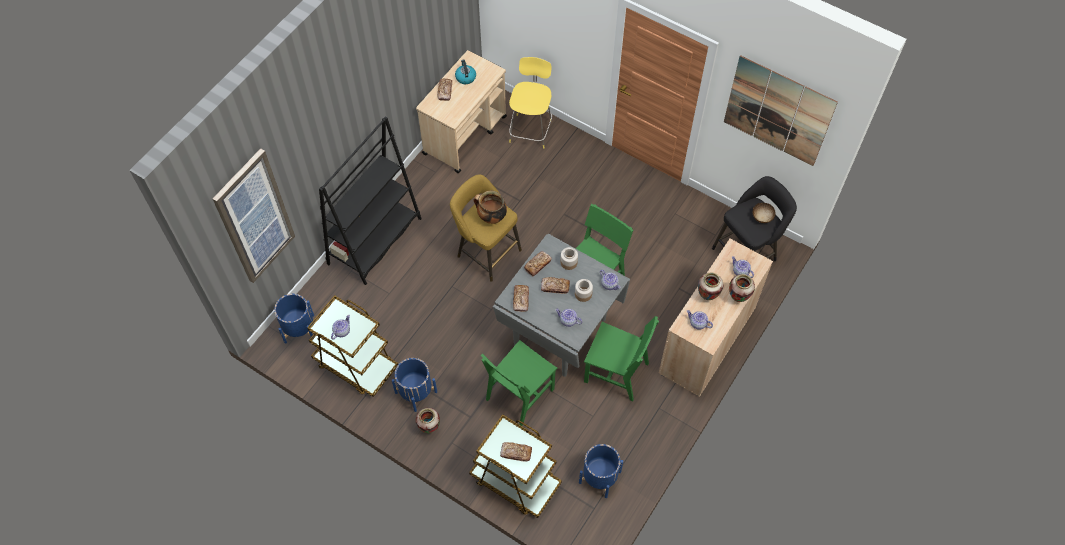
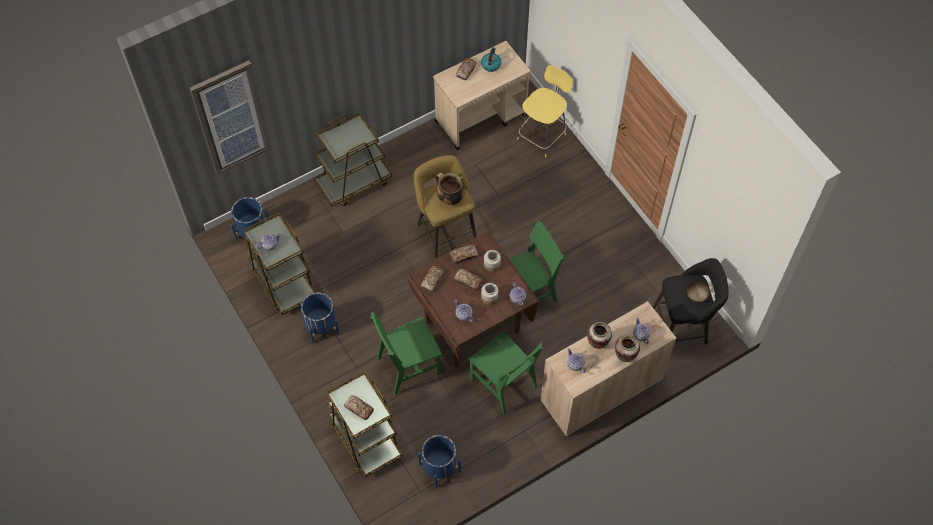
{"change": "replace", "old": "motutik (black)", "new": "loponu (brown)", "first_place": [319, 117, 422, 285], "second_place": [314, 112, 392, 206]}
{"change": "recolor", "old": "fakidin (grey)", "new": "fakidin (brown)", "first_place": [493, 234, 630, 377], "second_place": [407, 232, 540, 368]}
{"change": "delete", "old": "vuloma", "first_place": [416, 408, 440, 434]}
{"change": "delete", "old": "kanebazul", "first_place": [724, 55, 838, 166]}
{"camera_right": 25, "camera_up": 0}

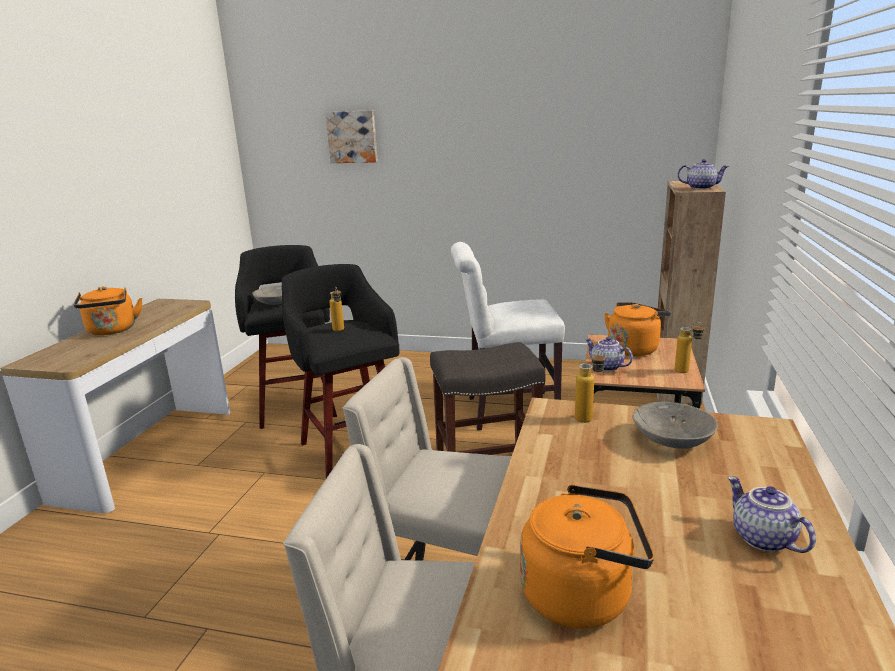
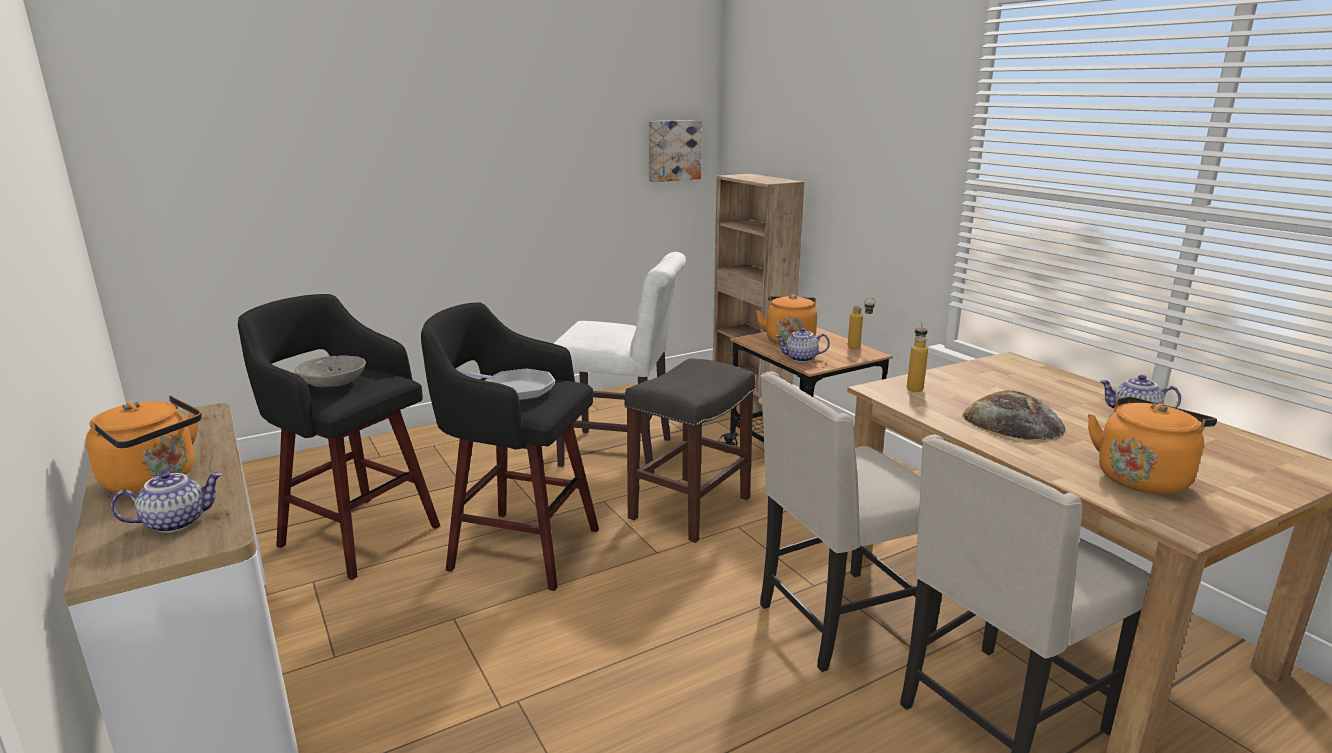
{"change": "move", "old": "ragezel", "first_place": [677, 159, 729, 189], "second_place": [111, 471, 223, 533]}
{"change": "replace", "old": "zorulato", "new": "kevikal", "first_place": [330, 287, 344, 331], "second_place": [459, 368, 555, 401]}
{"change": "rotate", "old": "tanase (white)", "first_place": [451, 242, 565, 430], "second_place": [553, 252, 686, 474], "degrees": -120}
{"change": "move", "old": "kanebazul", "first_place": [325, 110, 378, 163], "second_place": [649, 120, 702, 182]}
{"change": "insert", "new": "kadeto", "second_place": [962, 390, 1066, 440]}
{"change": "delete", "old": "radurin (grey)", "first_place": [632, 402, 718, 449]}
{"camera_right": -45, "camera_up": 0}

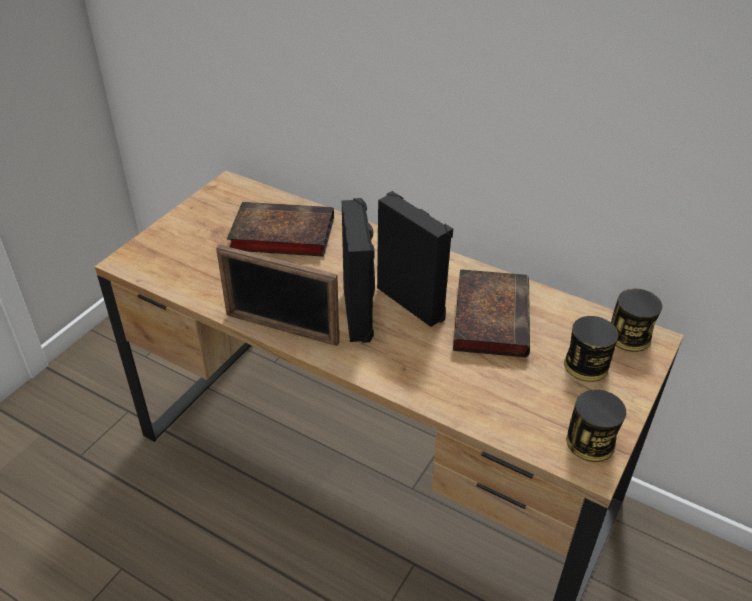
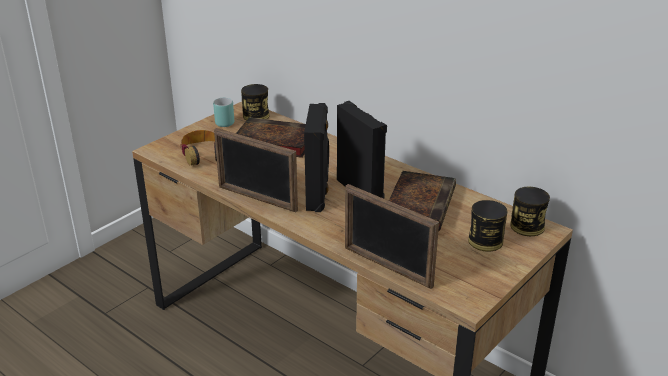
{"change": "insert", "new": "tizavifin", "second_place": [181, 130, 217, 165]}
{"change": "insert", "new": "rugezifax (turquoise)", "second_place": [213, 98, 234, 127]}
{"change": "move", "old": "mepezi", "first_place": [567, 389, 626, 462], "second_place": [241, 84, 269, 120]}
{"change": "insert", "new": "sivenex", "second_place": [345, 184, 439, 289]}
{"camera_right": 10, "camera_up": -10}

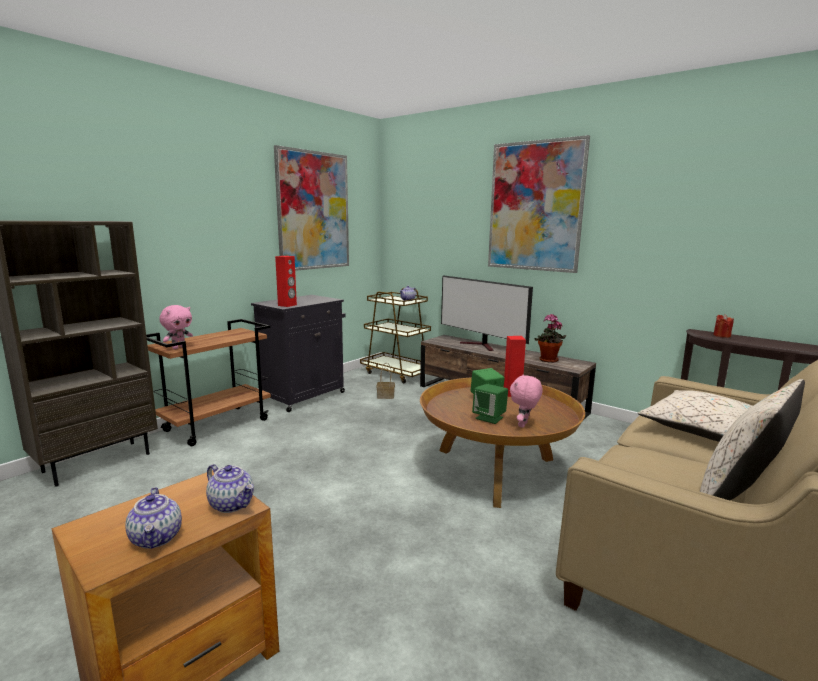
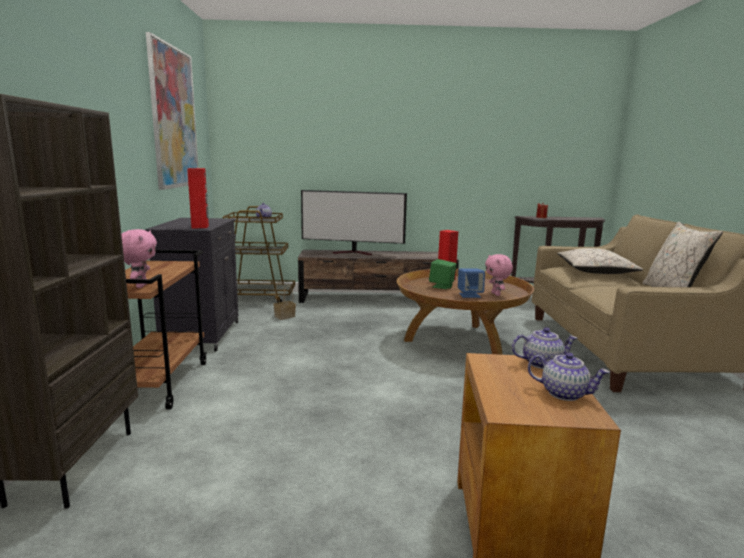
{"change": "recolor", "old": "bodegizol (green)", "new": "bodegizol (blue)", "first_place": [472, 384, 508, 424], "second_place": [458, 268, 485, 298]}
{"change": "delete", "old": "kanebazul", "first_place": [488, 135, 590, 273]}
{"change": "delete", "old": "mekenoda", "first_place": [535, 314, 566, 363]}
{"camera_right": -40, "camera_up": 0}

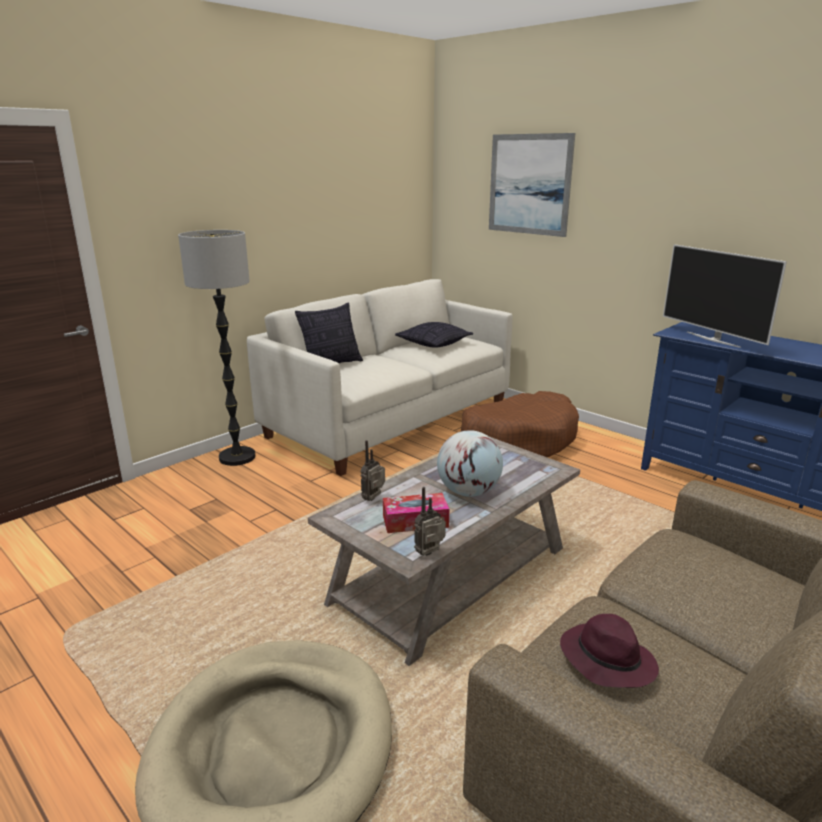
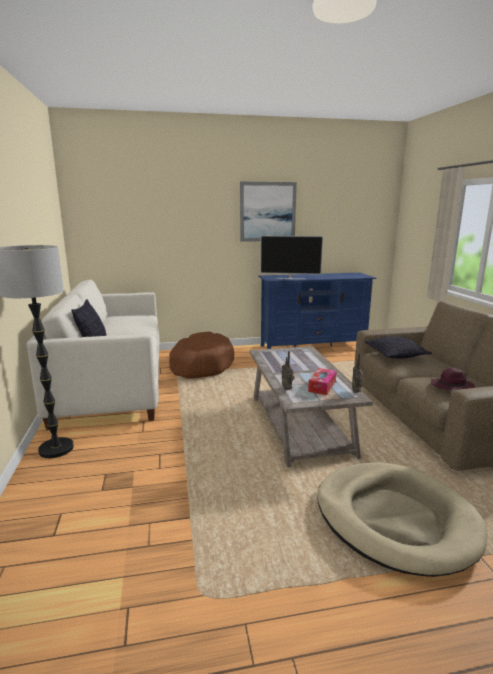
{"change": "move", "old": "kanebazul", "first_place": [489, 133, 575, 237], "second_place": [240, 182, 297, 242]}
{"change": "move", "old": "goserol", "first_place": [395, 322, 473, 348], "second_place": [364, 336, 432, 358]}
{"change": "delete", "old": "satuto", "first_place": [437, 430, 503, 497]}
{"camera_right": -55, "camera_up": -5}

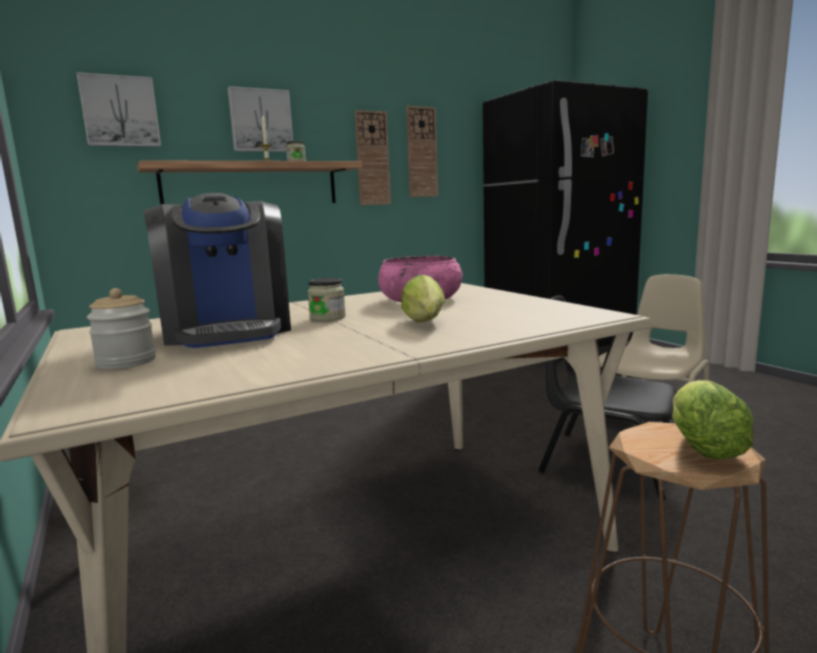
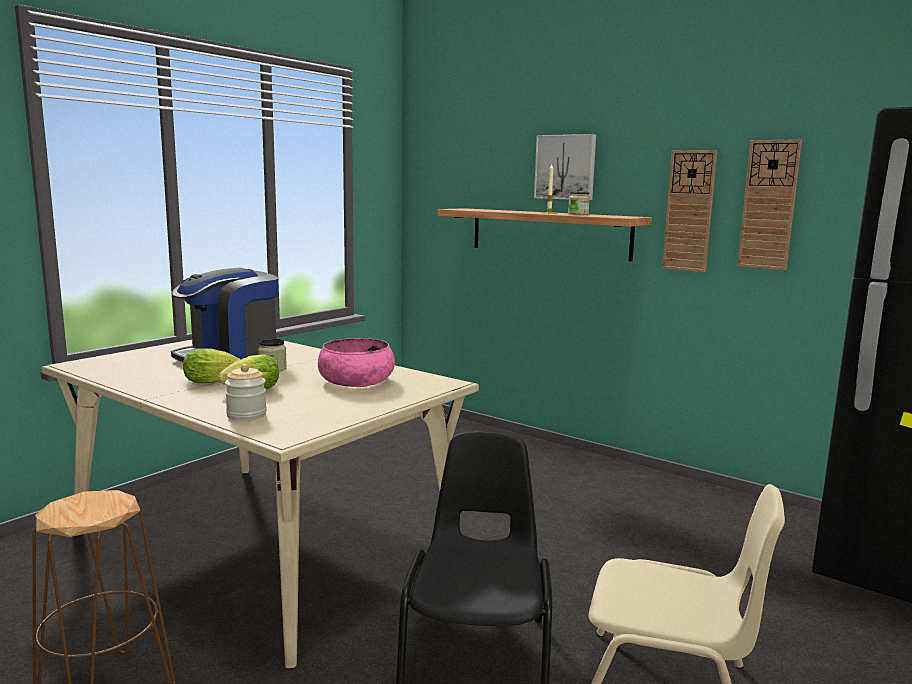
{"change": "move", "old": "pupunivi", "first_place": [672, 380, 754, 459], "second_place": [183, 348, 241, 383]}
{"change": "move", "old": "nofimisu", "first_place": [87, 288, 156, 369], "second_place": [225, 364, 267, 421]}
{"change": "delete", "old": "kanebazul", "first_place": [76, 72, 161, 147]}
{"camera_right": 65, "camera_up": 0}

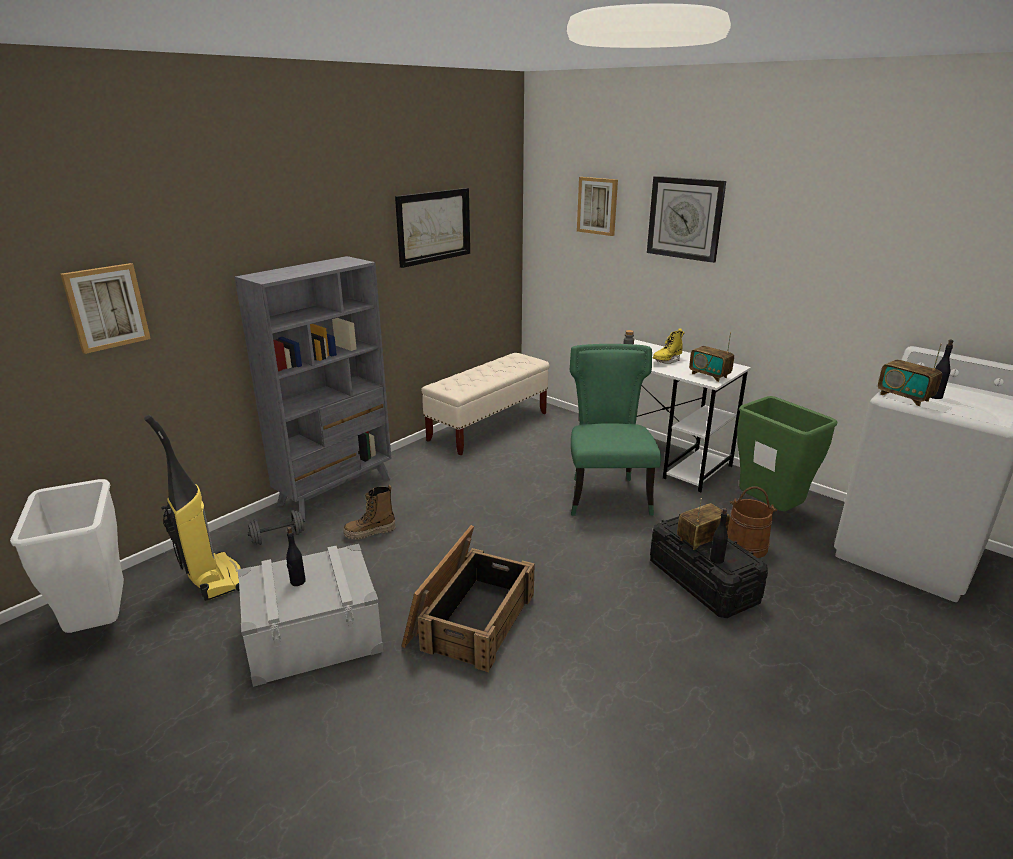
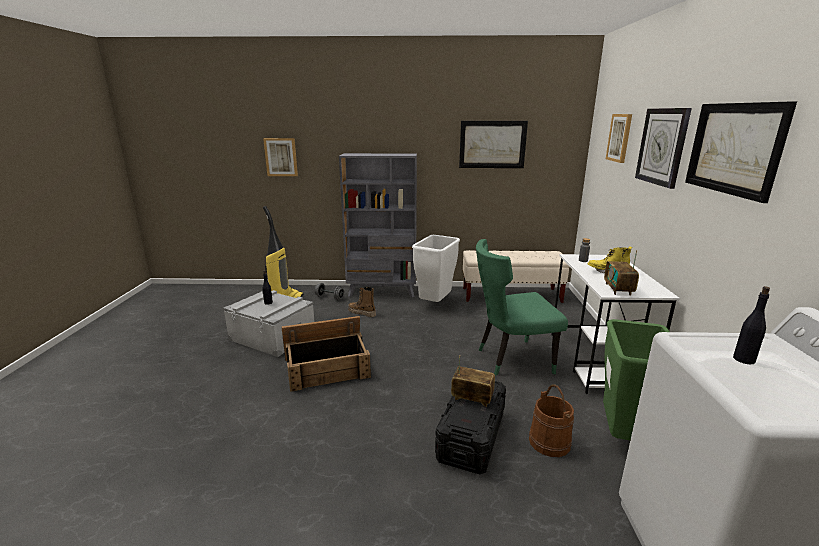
{"change": "move", "old": "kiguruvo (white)", "first_place": [10, 479, 124, 633], "second_place": [412, 235, 460, 302]}
{"change": "rotate", "old": "tanase (green)", "first_place": [570, 344, 661, 516], "second_place": [476, 239, 568, 375], "degrees": -150}
{"change": "insert", "new": "kanebazul", "second_place": [685, 101, 797, 203]}
{"change": "delete", "old": "zorulato (black)", "first_place": [710, 508, 728, 564]}
{"change": "delete", "old": "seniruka", "first_place": [878, 344, 942, 406]}
{"camera_right": 50, "camera_up": -5}

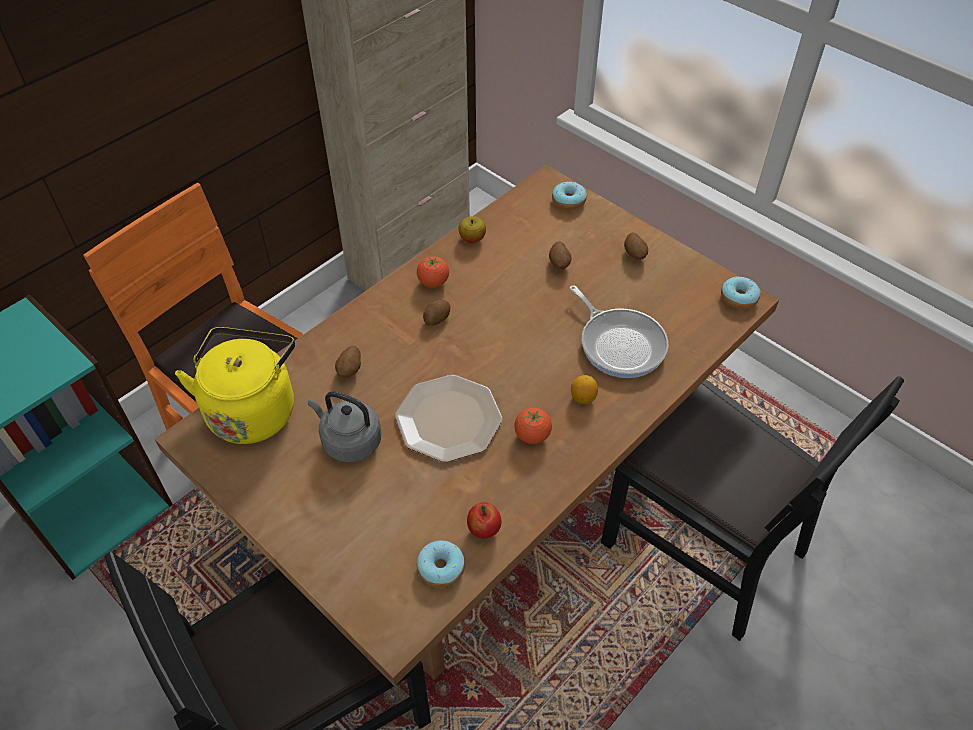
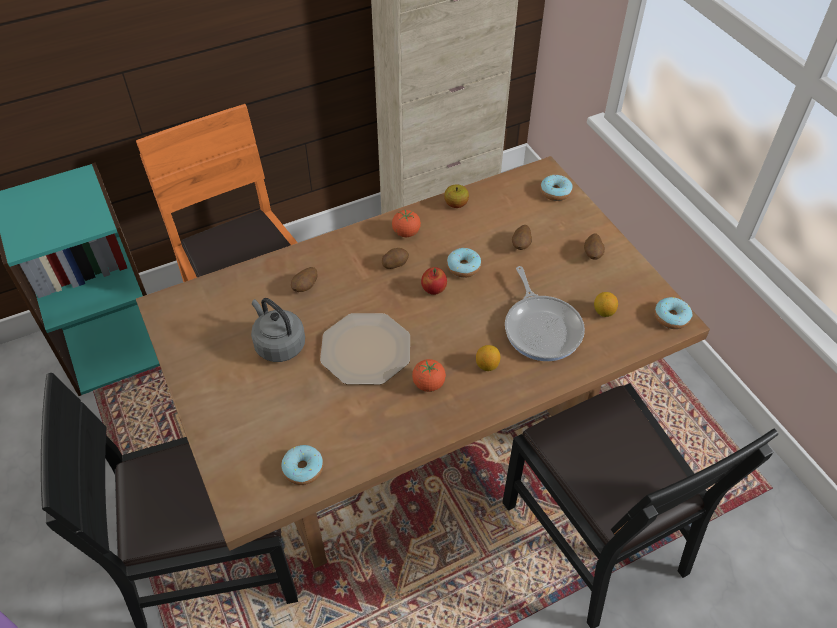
{"change": "move", "old": "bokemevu", "first_place": [467, 502, 502, 538], "second_place": [421, 267, 447, 295]}
{"change": "insert", "new": "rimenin", "second_place": [447, 248, 481, 278]}
{"change": "insert", "new": "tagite", "second_place": [594, 292, 618, 317]}
{"change": "delete", "old": "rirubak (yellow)", "first_place": [175, 327, 295, 444]}
{"camera_right": 20, "camera_up": 0}

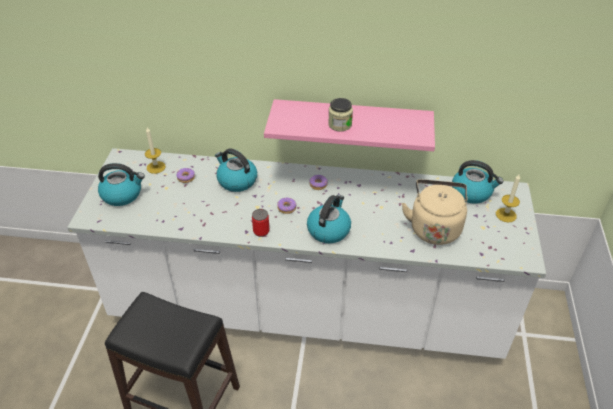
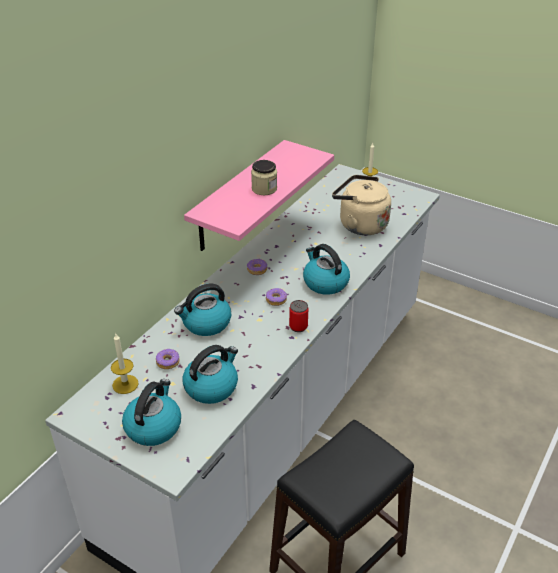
{"change": "move", "old": "rirubak", "first_place": [452, 160, 503, 204], "second_place": [183, 345, 238, 404]}
{"camera_right": -65, "camera_up": -5}

